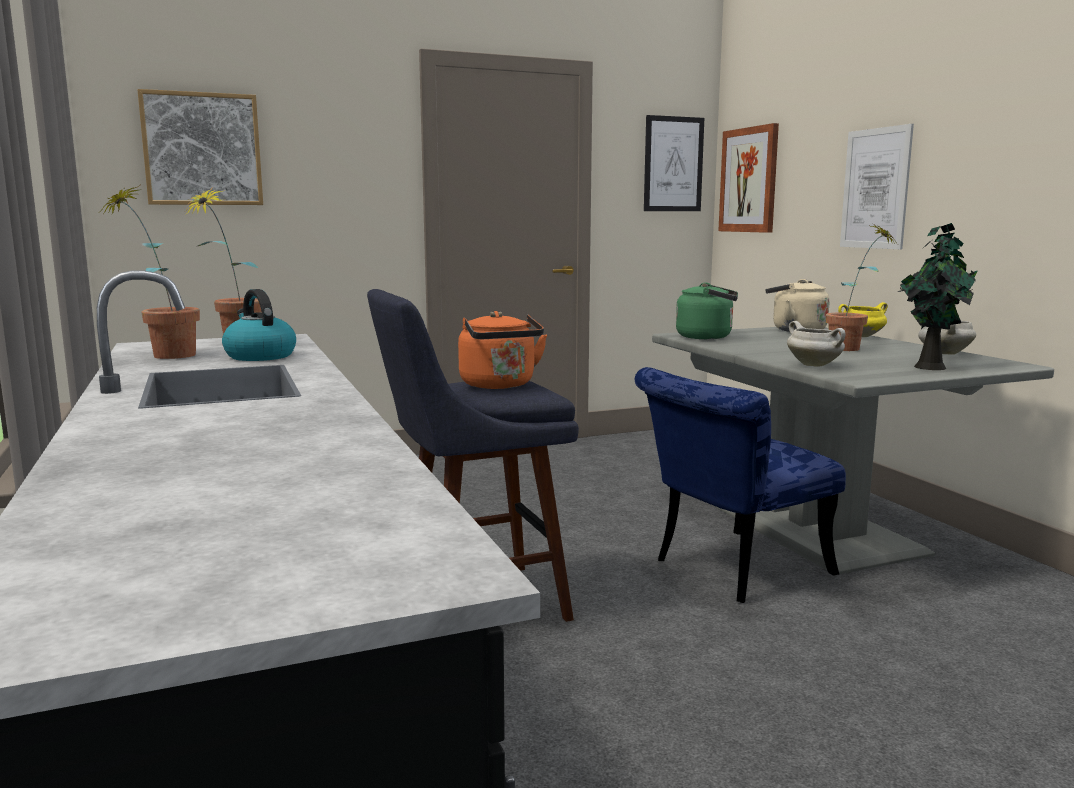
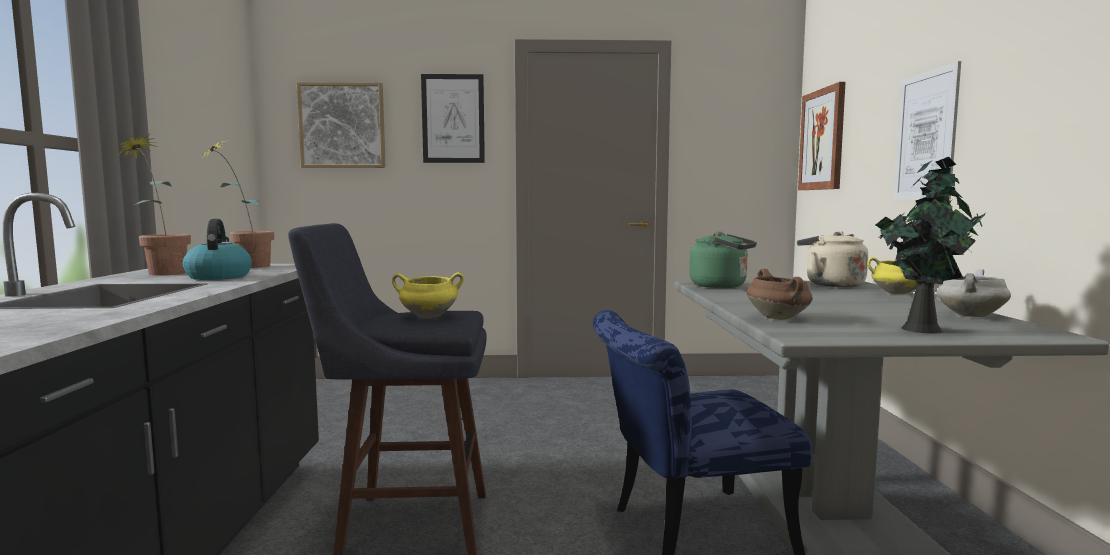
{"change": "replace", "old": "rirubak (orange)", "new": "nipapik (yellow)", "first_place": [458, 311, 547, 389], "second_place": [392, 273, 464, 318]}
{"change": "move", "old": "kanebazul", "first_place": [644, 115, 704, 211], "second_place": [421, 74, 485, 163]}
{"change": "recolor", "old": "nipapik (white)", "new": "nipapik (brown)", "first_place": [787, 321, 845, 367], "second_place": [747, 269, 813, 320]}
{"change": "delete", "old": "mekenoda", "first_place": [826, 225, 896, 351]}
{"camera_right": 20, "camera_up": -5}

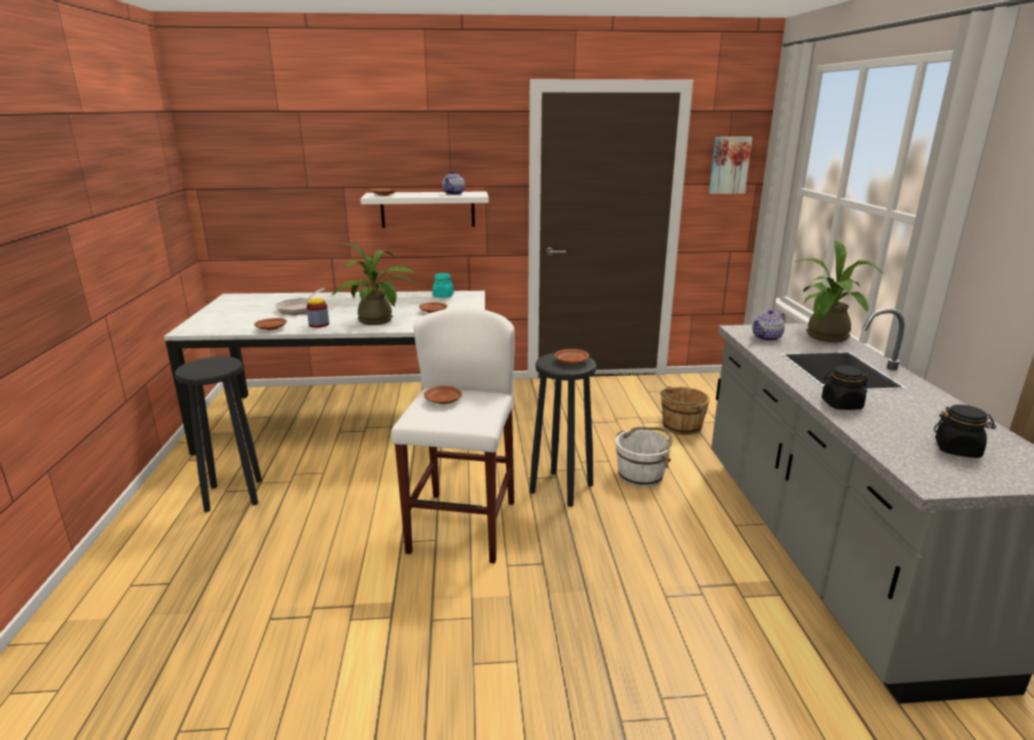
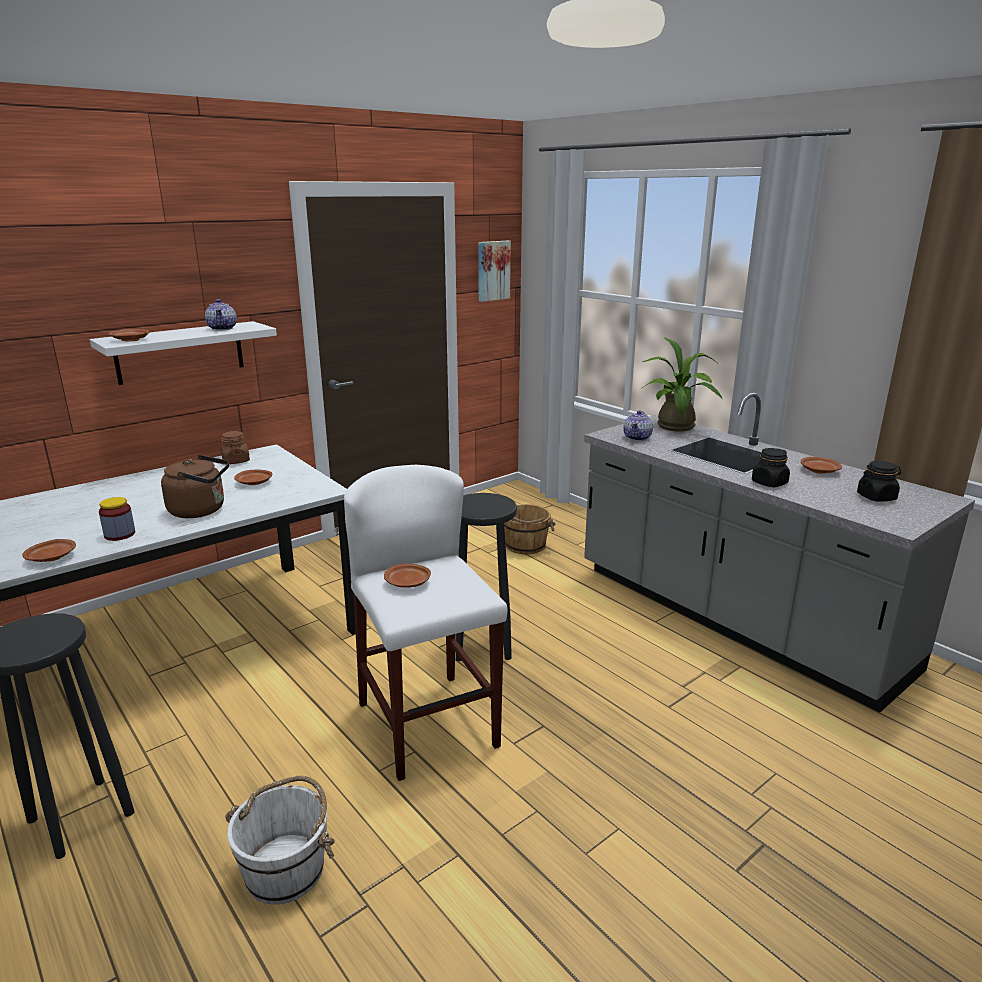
{"change": "replace", "old": "mekenoda", "new": "rirubak (brown)", "first_place": [332, 243, 416, 325], "second_place": [161, 455, 229, 518]}
{"change": "recolor", "old": "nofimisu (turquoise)", "new": "nofimisu (brown)", "first_place": [432, 273, 454, 298], "second_place": [221, 431, 250, 464]}
{"change": "move", "old": "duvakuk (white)", "first_place": [616, 427, 672, 487], "second_place": [225, 776, 335, 905]}
{"change": "move", "old": "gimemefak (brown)", "first_place": [555, 349, 589, 364], "second_place": [801, 457, 842, 474]}
{"change": "delete", "old": "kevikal", "first_place": [275, 288, 325, 315]}
{"camera_right": -35, "camera_up": 0}

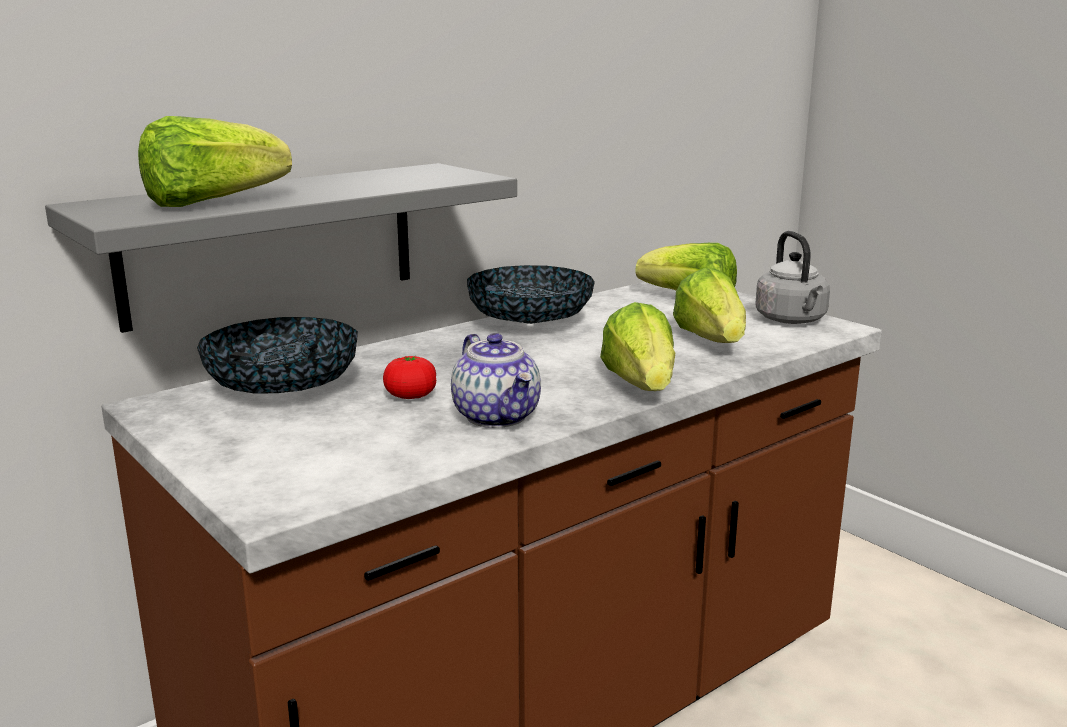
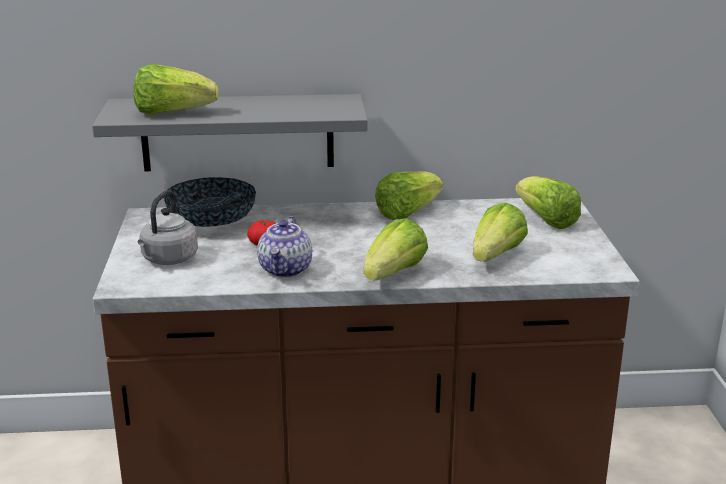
{"change": "move", "old": "rirubak (grey)", "first_place": [755, 231, 830, 324], "second_place": [138, 190, 198, 265]}
{"change": "replace", "old": "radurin", "new": "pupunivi", "first_place": [467, 265, 595, 324], "second_place": [375, 171, 443, 220]}
{"camera_right": 35, "camera_up": 5}

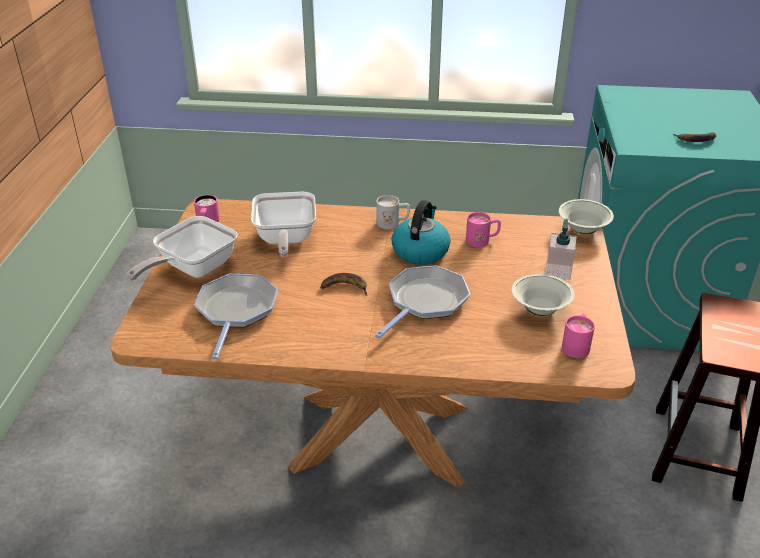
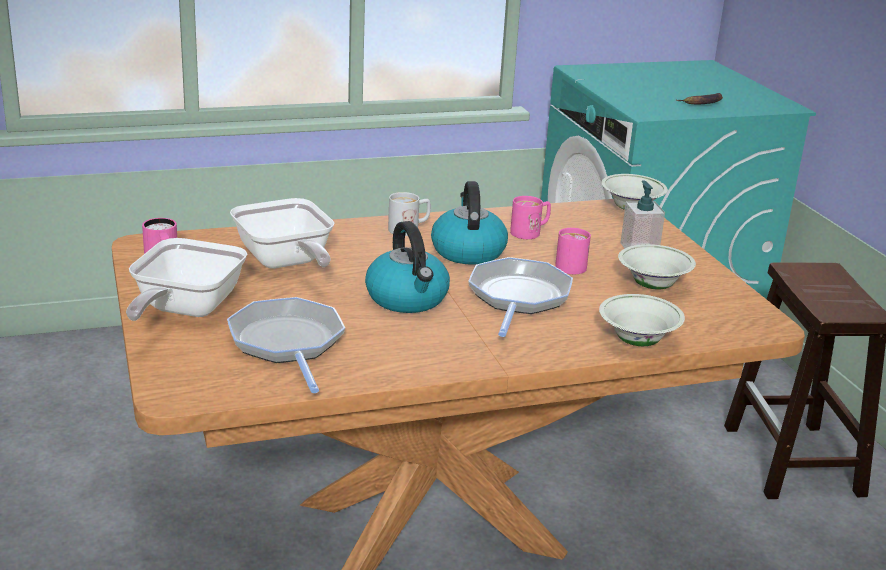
{"change": "replace", "old": "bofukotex", "new": "rirubak", "first_place": [320, 273, 367, 296], "second_place": [365, 221, 450, 313]}
{"change": "move", "old": "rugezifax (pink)", "first_place": [562, 313, 595, 358], "second_place": [555, 228, 591, 274]}
{"change": "insert", "new": "radurin (white)", "second_place": [599, 294, 685, 346]}
{"camera_right": -25, "camera_up": -10}

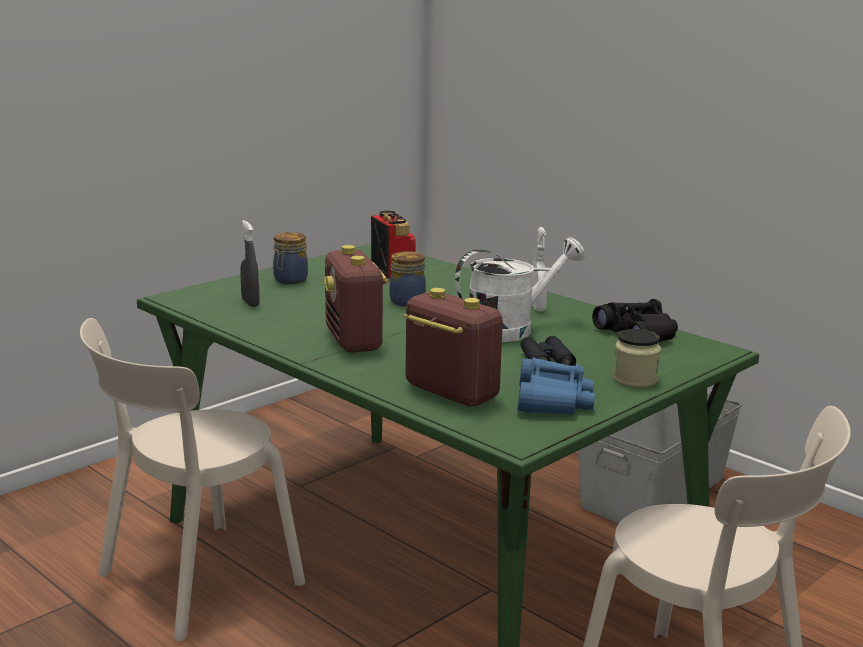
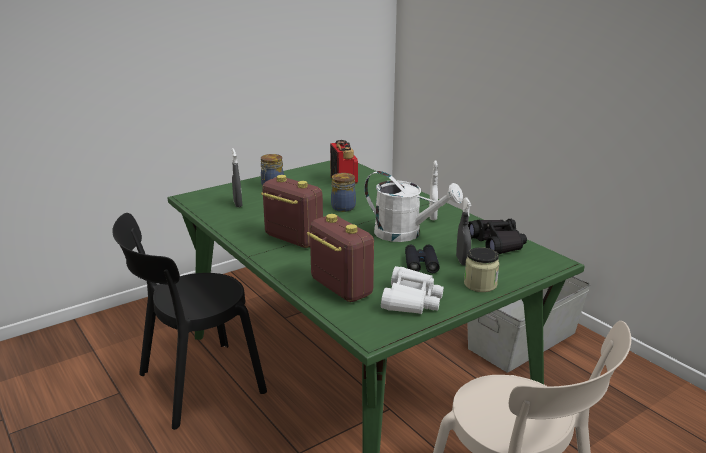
{"change": "recolor", "old": "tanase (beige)", "new": "tanase (black)", "first_place": [80, 318, 305, 642], "second_place": [112, 213, 267, 430]}
{"change": "rotate", "old": "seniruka", "first_place": [324, 245, 389, 353], "second_place": [261, 175, 323, 248], "degrees": 135}
{"change": "rotate", "old": "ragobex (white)", "first_place": [455, 237, 585, 342], "second_place": [364, 171, 463, 242], "degrees": 45}
{"change": "recolor", "old": "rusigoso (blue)", "new": "rusigoso (white)", "first_place": [517, 358, 595, 415], "second_place": [381, 266, 444, 314]}
{"change": "insert", "new": "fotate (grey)", "second_place": [456, 198, 472, 266]}
{"camera_right": 10, "camera_up": 5}

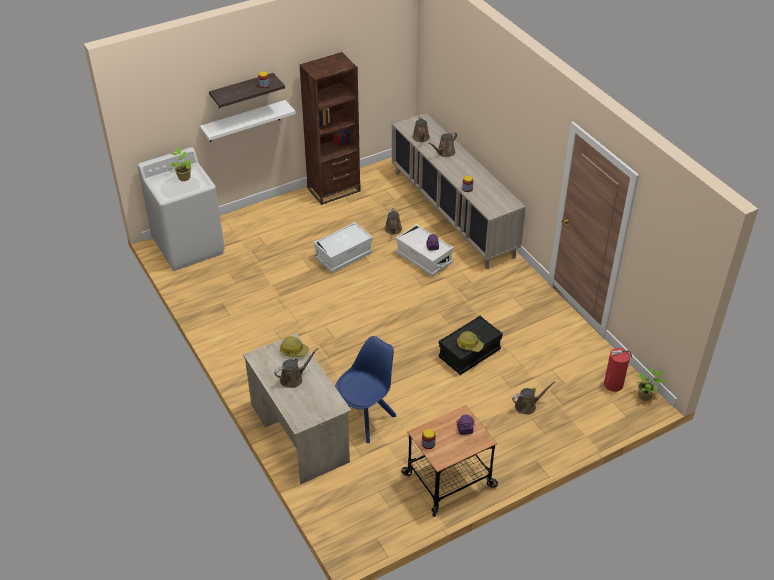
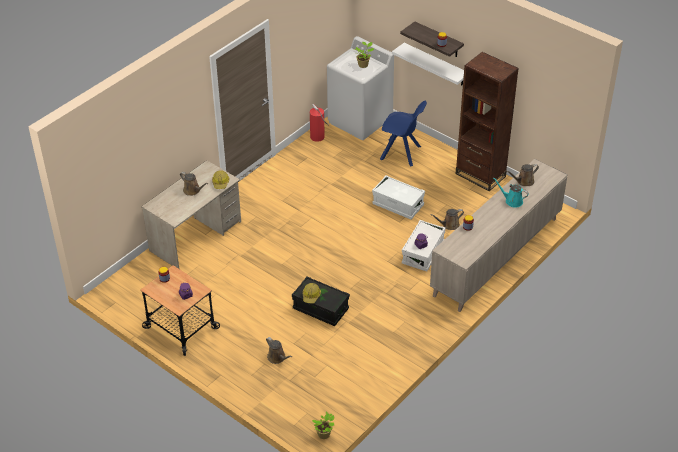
{"change": "move", "old": "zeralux", "first_place": [604, 348, 632, 392], "second_place": [310, 104, 329, 142]}
{"change": "move", "old": "tanase (blue)", "first_place": [335, 336, 396, 443], "second_place": [380, 101, 427, 166]}
{"change": "recolor", "old": "ragobex (brown)", "new": "ragobex (turquoise)", "first_place": [428, 132, 457, 157], "second_place": [493, 177, 529, 208]}
{"camera_right": 70, "camera_up": 0}

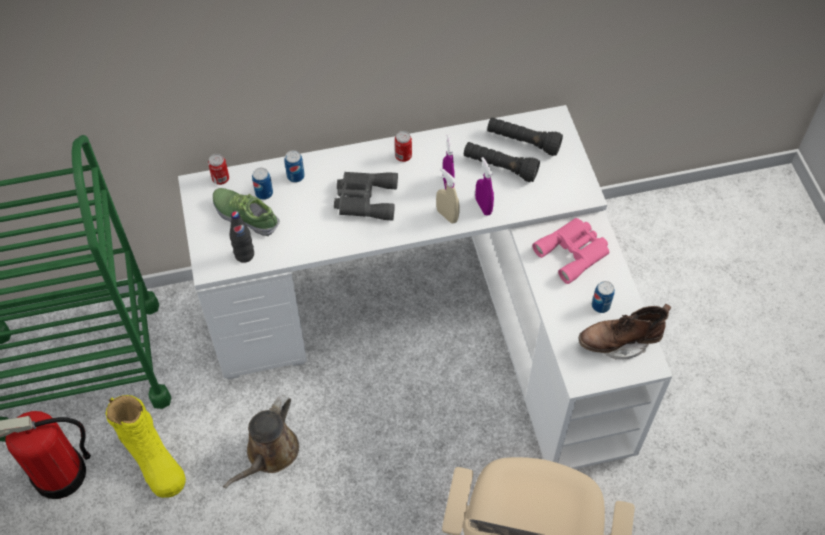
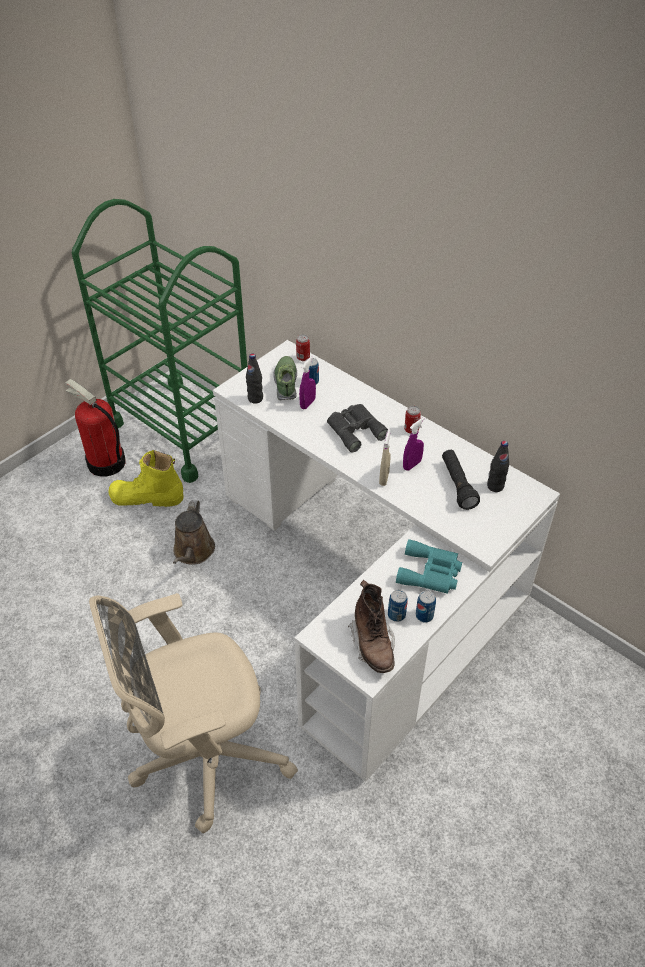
{"change": "rotate", "old": "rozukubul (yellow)", "first_place": [106, 395, 186, 498], "second_place": [109, 450, 184, 507], "degrees": 75}
{"change": "rotate", "old": "ragobex (brown)", "first_place": [223, 395, 299, 489], "second_place": [173, 500, 215, 565], "degrees": -75}
{"change": "move", "old": "fotate (purple)", "first_place": [475, 157, 494, 216], "second_place": [299, 356, 316, 409]}
{"change": "rotate", "old": "rozukubul (brown)", "first_place": [578, 304, 672, 360], "second_place": [348, 580, 395, 673], "degrees": -150}
{"change": "recolor", "old": "rusigoso (pink)", "new": "rusigoso (turquoise)", "first_place": [532, 218, 609, 284], "second_place": [396, 539, 462, 594]}
{"change": "move", "old": "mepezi", "first_place": [285, 150, 305, 183], "second_place": [416, 590, 436, 622]}
{"change": "replace", "old": "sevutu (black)", "new": "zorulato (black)", "first_place": [487, 117, 563, 156], "second_place": [487, 441, 509, 492]}
{"camera_right": 55, "camera_up": -10}

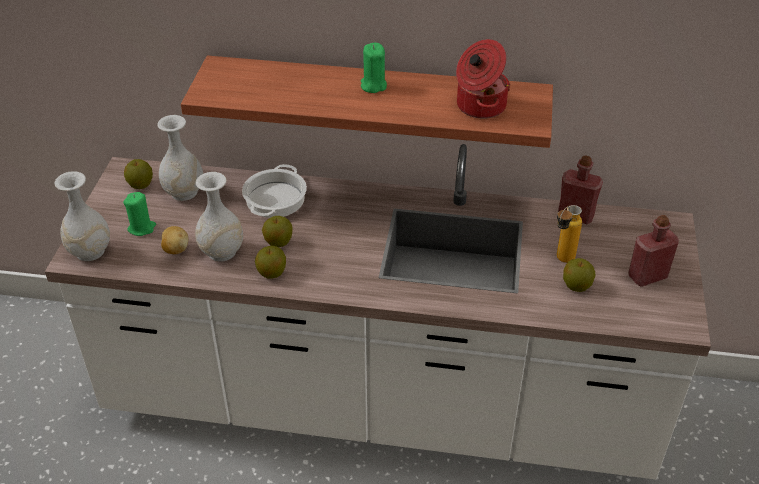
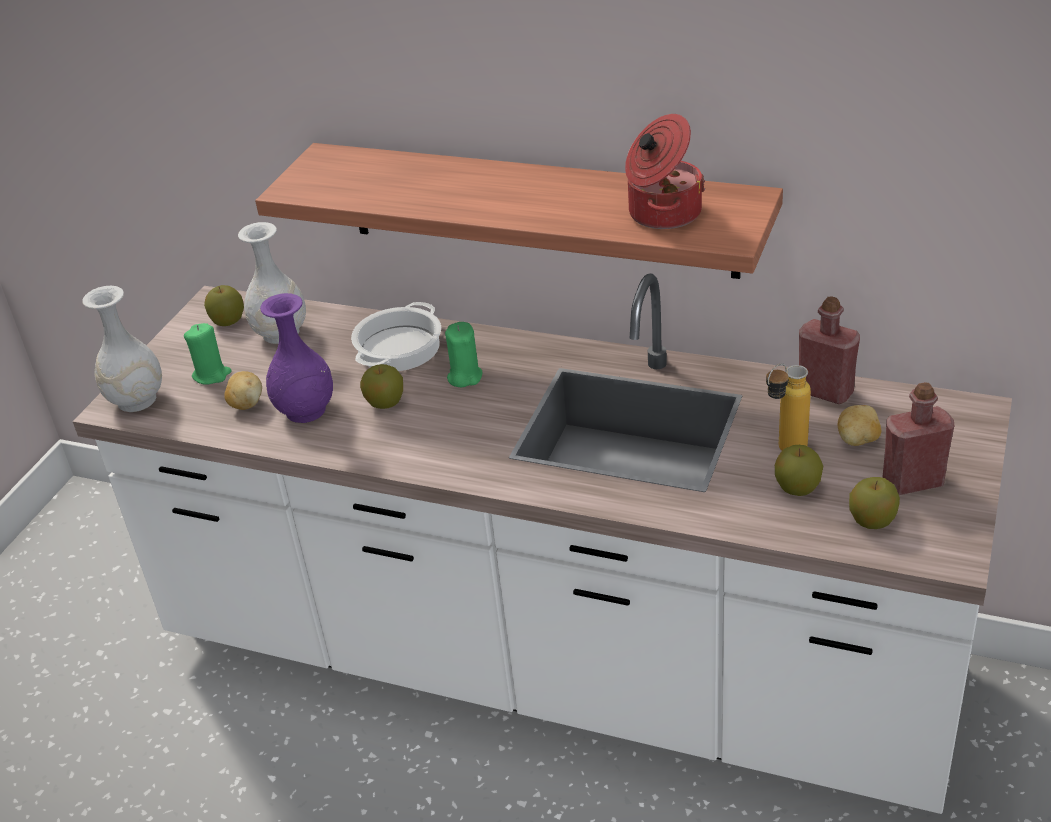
{"change": "recolor", "old": "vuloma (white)", "new": "vuloma (purple)", "first_place": [195, 172, 243, 262], "second_place": [260, 293, 333, 423]}
{"change": "move", "old": "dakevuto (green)", "first_place": [361, 43, 387, 93], "second_place": [445, 322, 482, 388]}
{"change": "insert", "new": "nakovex", "second_place": [837, 405, 881, 446]}
{"change": "move", "old": "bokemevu", "first_place": [255, 246, 286, 279], "second_place": [849, 477, 900, 529]}
{"camera_right": 15, "camera_up": -5}

